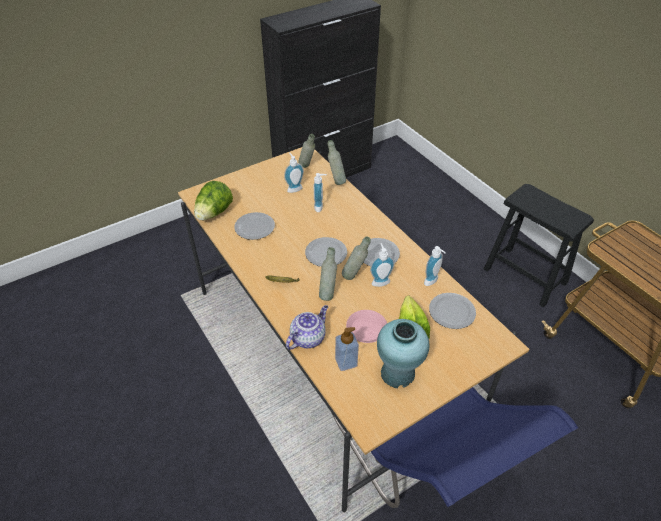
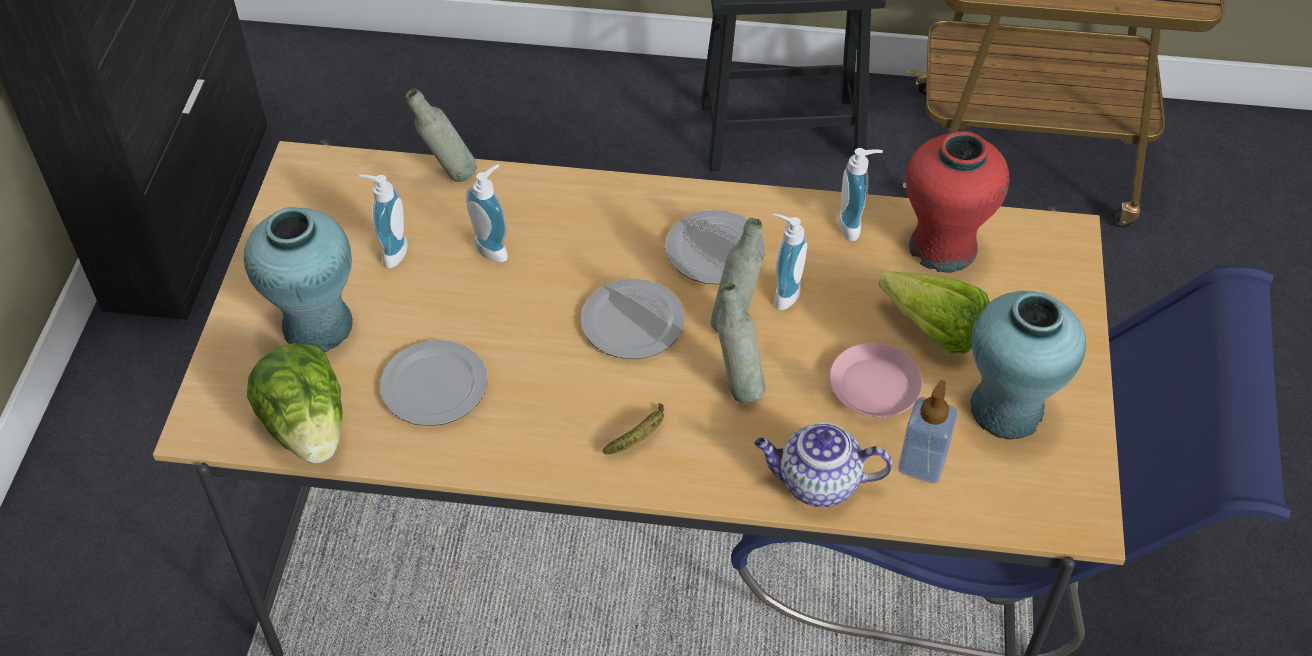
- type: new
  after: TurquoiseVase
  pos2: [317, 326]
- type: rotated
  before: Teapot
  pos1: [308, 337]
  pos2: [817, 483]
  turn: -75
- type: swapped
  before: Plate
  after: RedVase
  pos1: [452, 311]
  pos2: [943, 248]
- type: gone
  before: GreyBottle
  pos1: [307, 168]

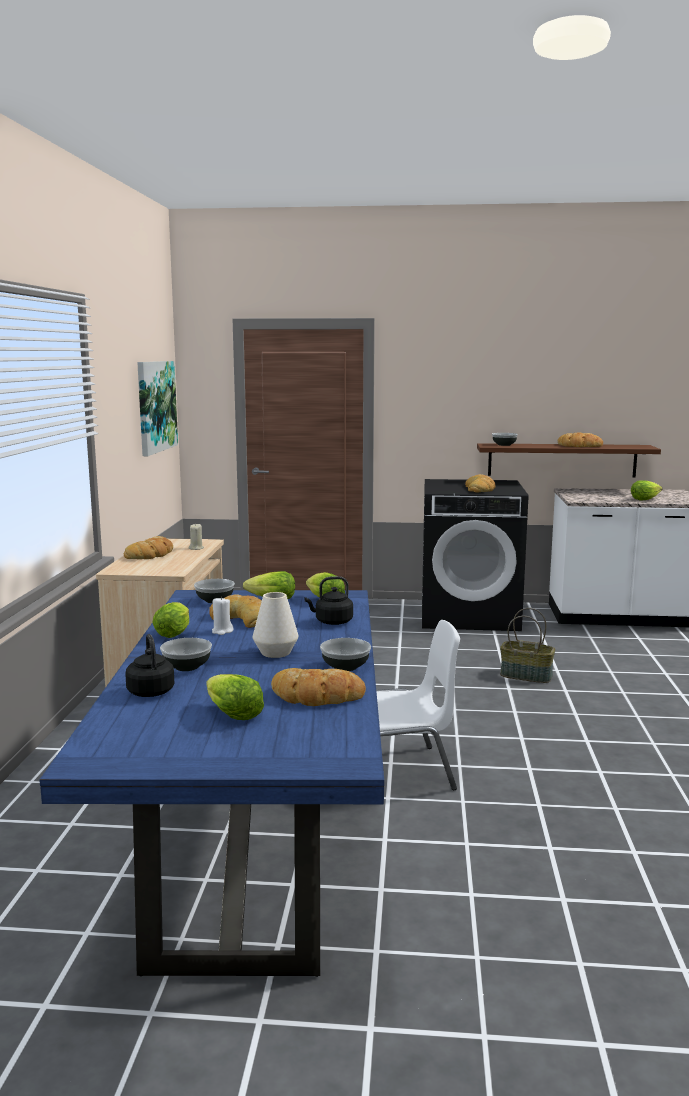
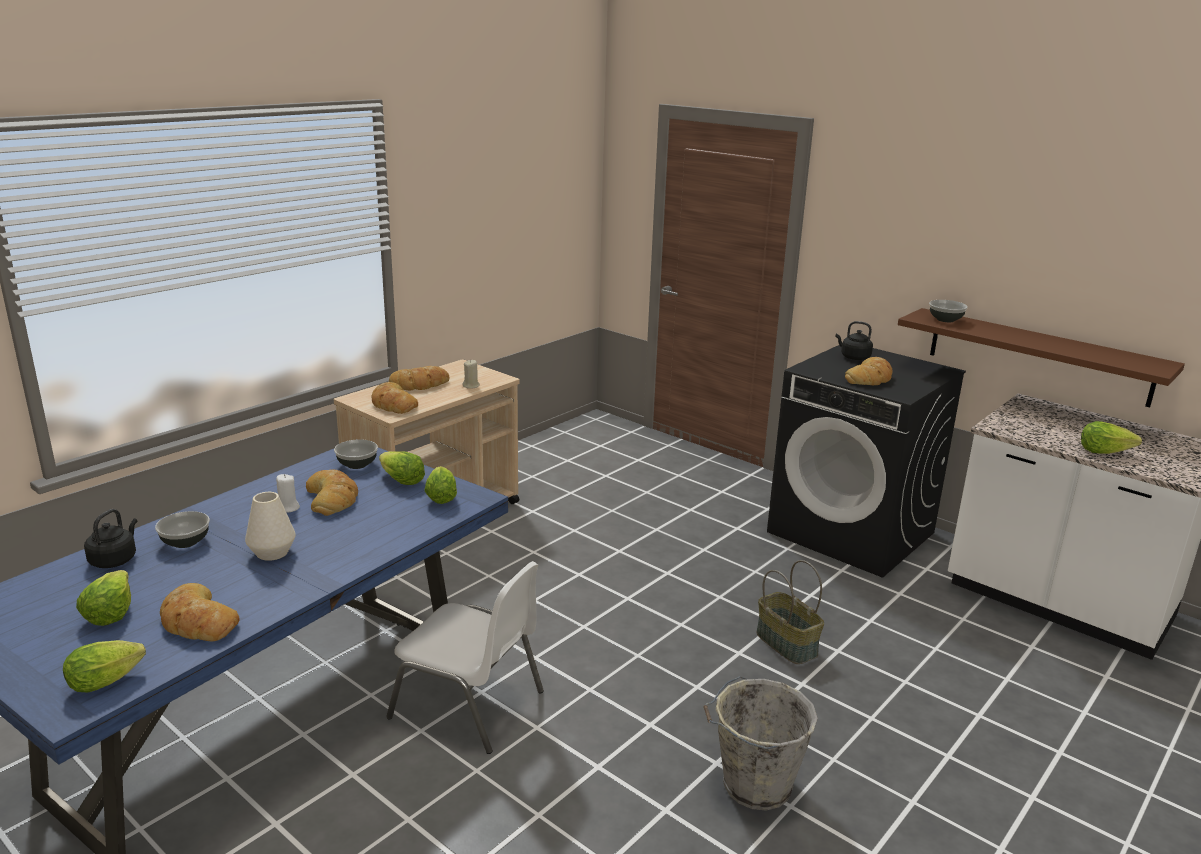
- type: shifted
  before: Lettuce
  pos1: [175, 633]
  pos2: [109, 680]
- type: shifted
  before: Bread
  pos1: [579, 446]
  pos2: [393, 404]
- type: new
  after: GreyBucket
  pos2: [753, 785]
- type: shifted
  before: BlackKettle
  pos1: [331, 622]
  pos2: [853, 357]
- type: gone
  before: Picture
  pos1: [155, 406]
- type: gone
  before: Bowl
  pos1: [345, 667]

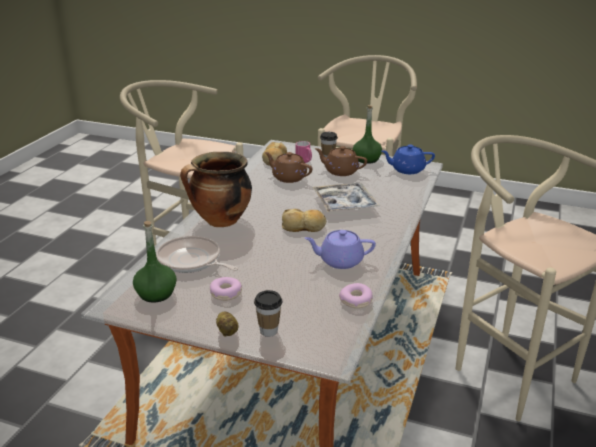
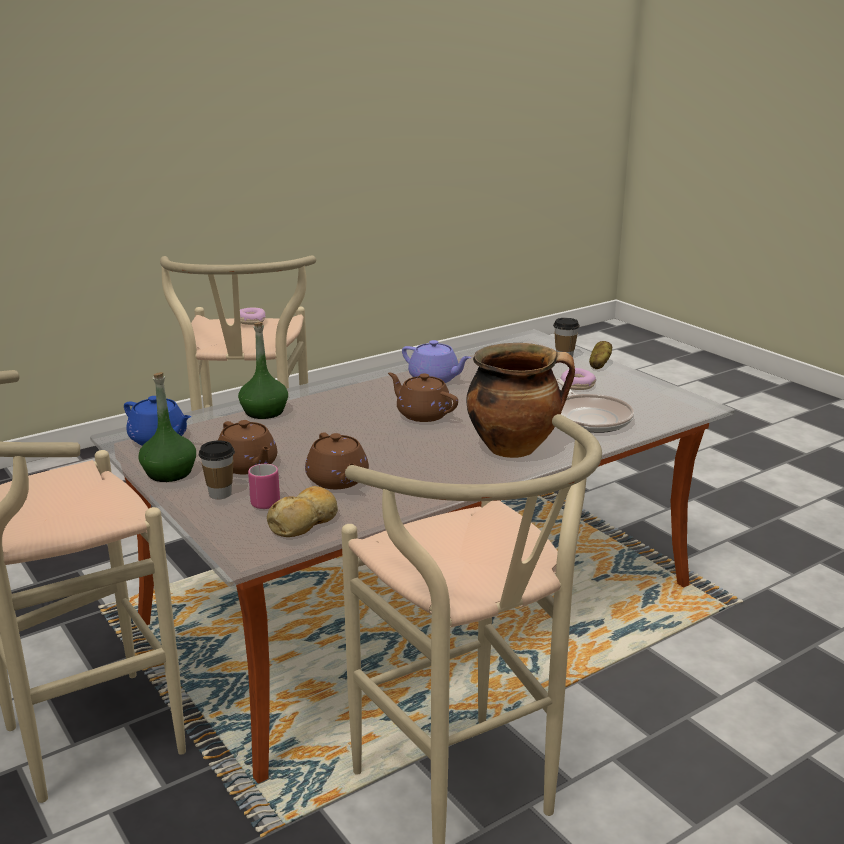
- type: shifted
  before: GreenBottle
  pos1: [156, 293]
  pos2: [264, 412]
- type: shifted
  before: Donut
  pos1: [356, 301]
  pos2: [250, 321]
- type: swapped
  before: Bread
  after: BrownTeapot
  pos1: [304, 227]
  pos2: [422, 414]
- type: gone
  before: Tray
  pos1: [345, 204]

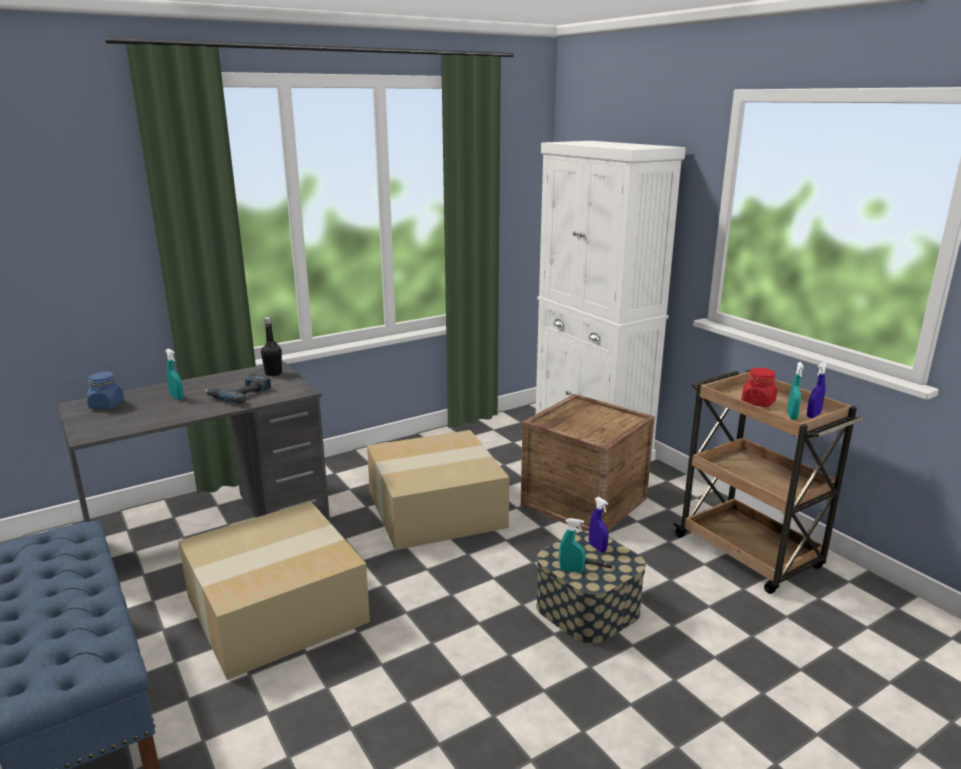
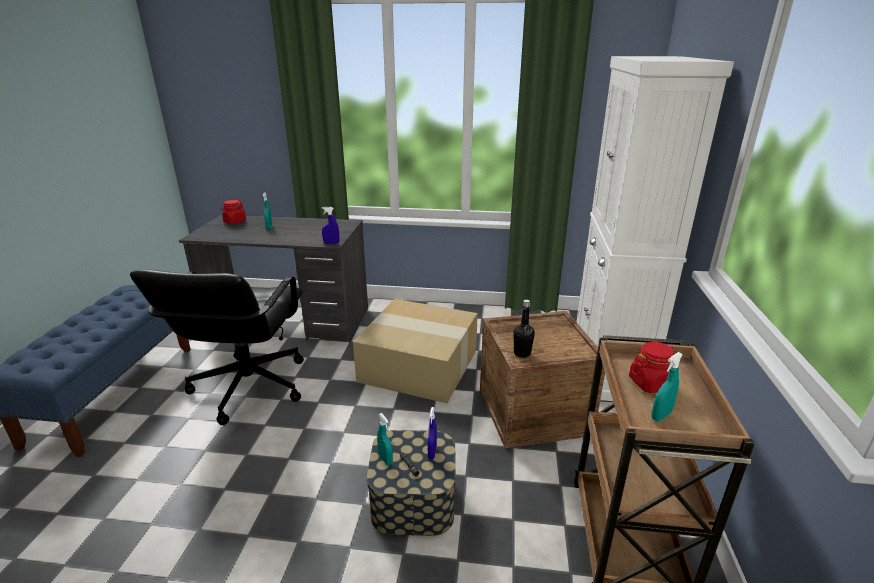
- type: swapped
  before: CardboardBox
  after: BlackOfficeChair
  pos1: [275, 611]
  pos2: [248, 387]
- type: repainted
  before: BlueJar
  after: RedJar
  pos1: [106, 405]
  pos2: [235, 222]
- type: shifted
  before: BlueSprayBottle
  pos1: [813, 415]
  pos2: [331, 243]
- type: shifted
  before: BlackBottle
  pos1: [273, 373]
  pos2: [522, 353]
- type: gone
  before: PowerDrill
  pos1: [240, 394]

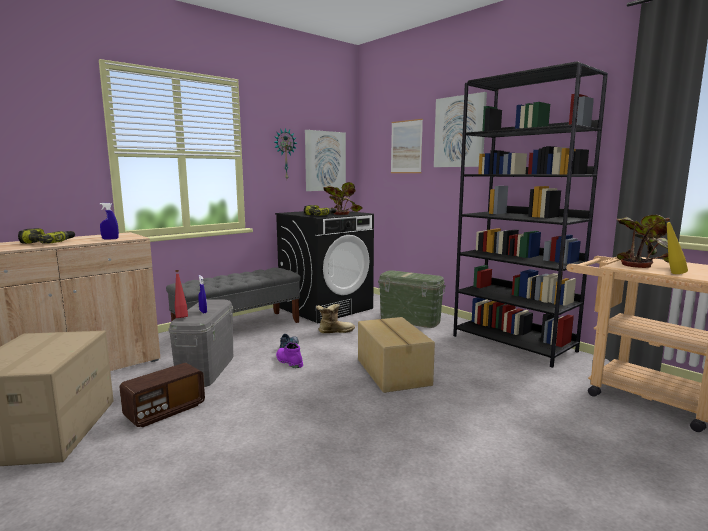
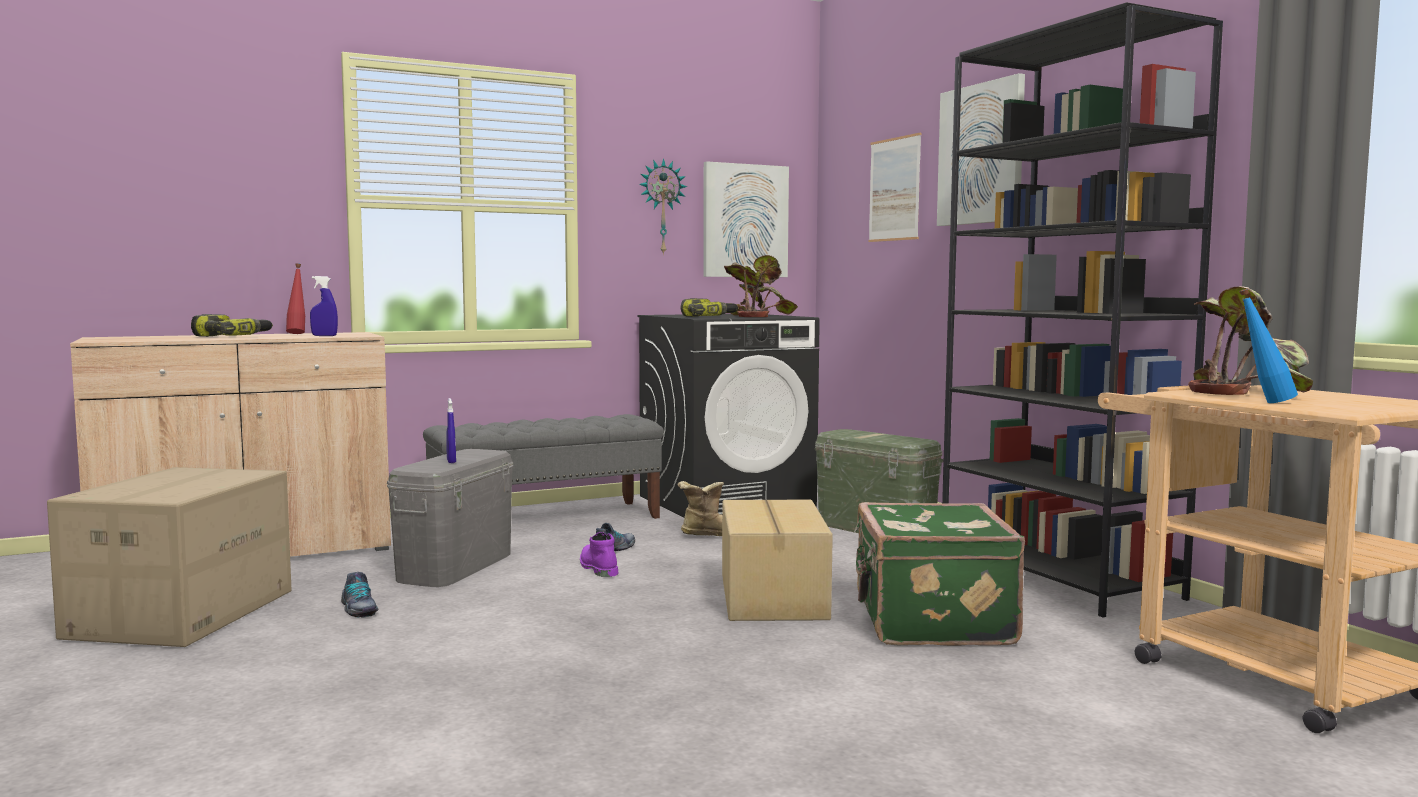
- type: shifted
  before: RedBottle
  pos1: [181, 317]
  pos2: [297, 334]
- type: swapped
  before: Radio
  after: Shoe
  pos1: [165, 411]
  pos2: [358, 609]
- type: new
  after: GreenSuitcase
  pos2: [930, 621]
- type: repainted
  before: YellowBottle
  after: BlueBottle
  pos1: [671, 273]
  pos2: [1264, 403]

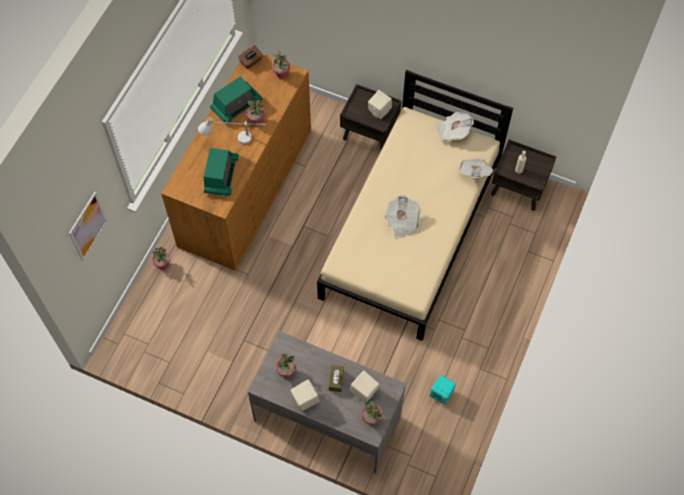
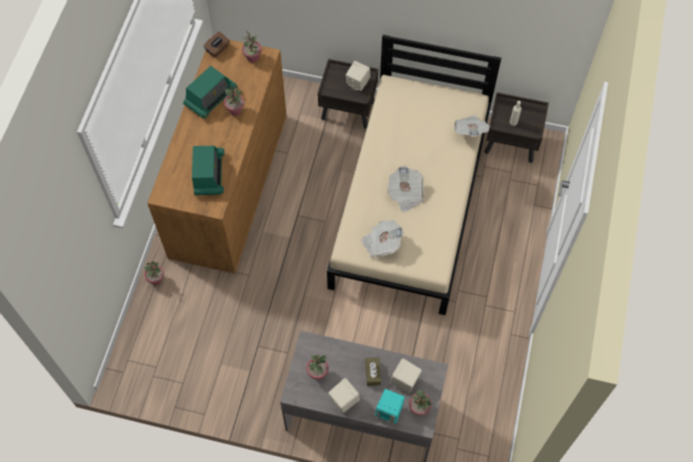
- type: shifted
  before: Newspaper
  pos1: [452, 131]
  pos2: [381, 243]
- type: shifted
  before: TurquoiseSpeaker
  pos1: [441, 394]
  pos2: [389, 411]
- type: gone
  before: Picture
  pos1: [88, 226]
- type: gone
  before: WhiteTableLamp
  pos1: [234, 140]

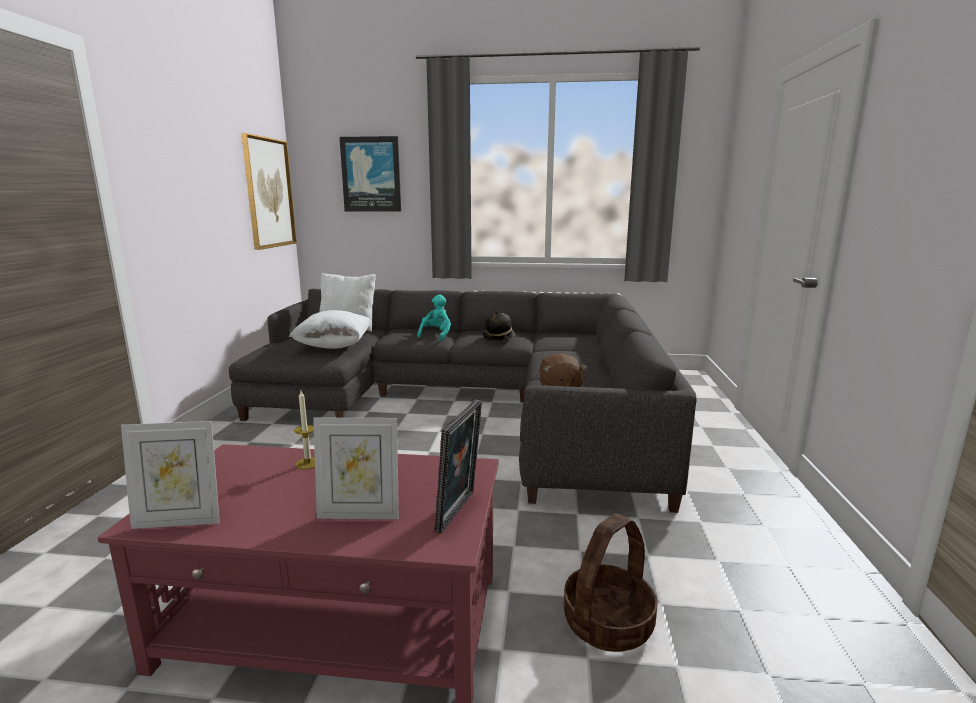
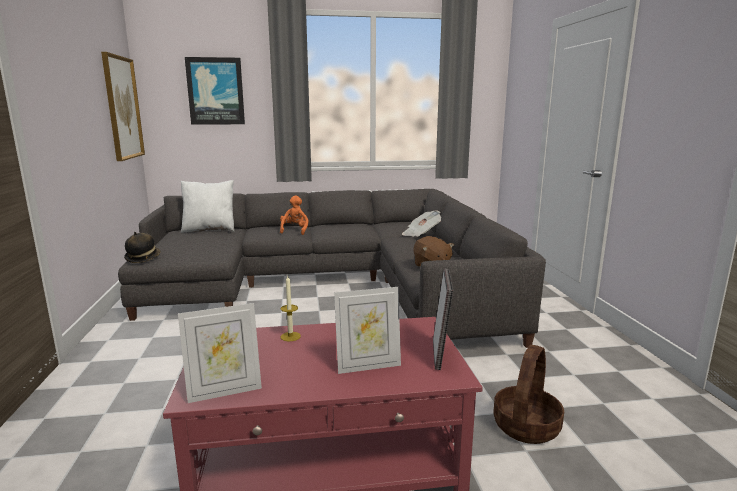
- type: shifted
  before: Hat
  pos1: [499, 338]
  pos2: [143, 258]
- type: repainted
  before: TurquoisePlushToy
  after: OrangePlushToy
  pos1: [436, 335]
  pos2: [294, 231]
- type: new
  after: Newspaper
  pos2: [421, 234]
- type: gone
  before: WhitePillow
  pos1: [334, 346]

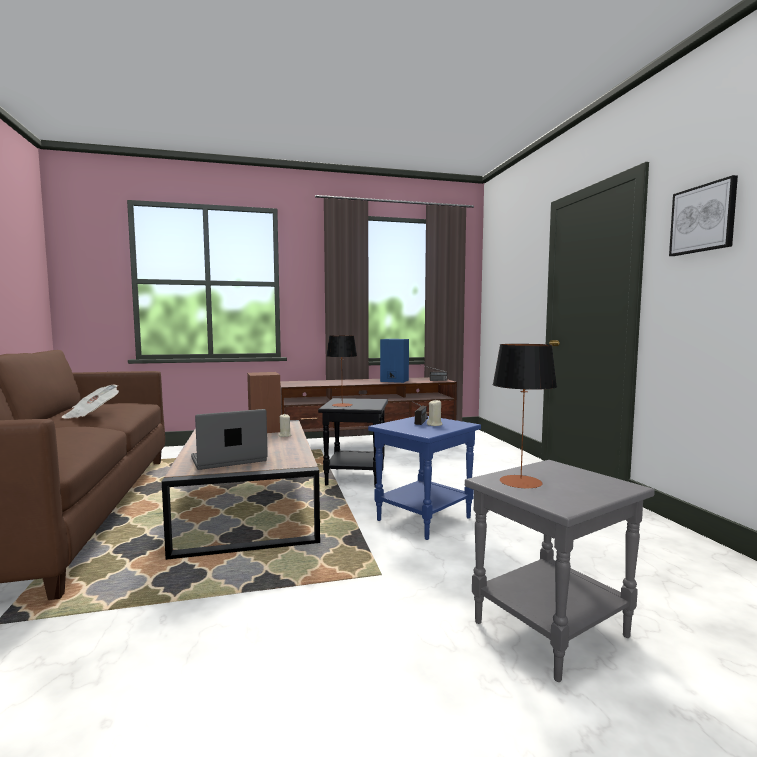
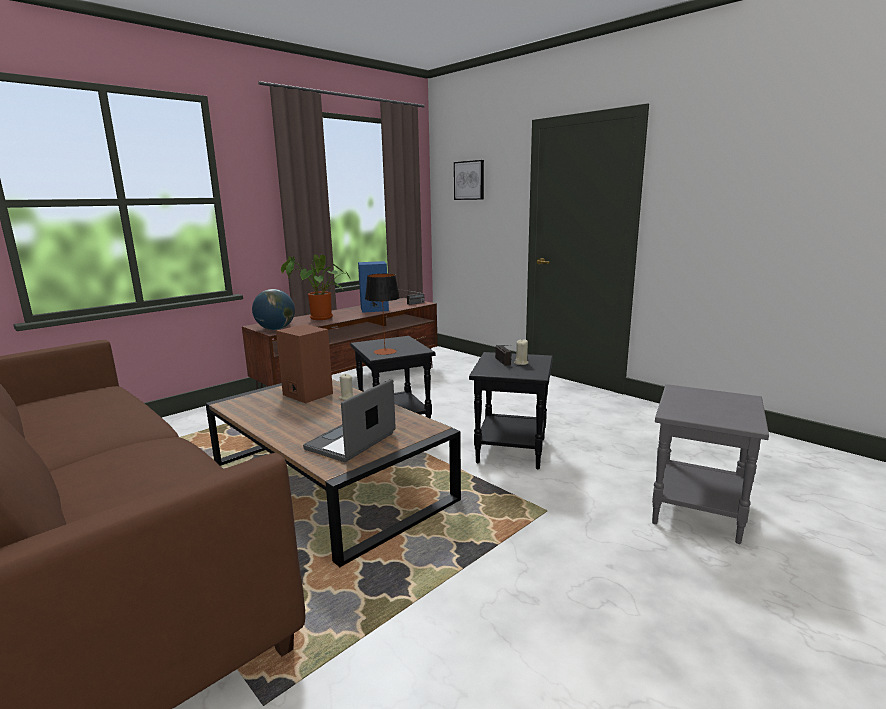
- type: new
  after: Globe
  pos2: [275, 329]
- type: new
  after: PottedPlant
  pos2: [318, 318]
- type: shifted
  before: Picture
  pos1: [703, 218]
  pos2: [469, 180]
- type: repainted
  before: BlueSideTable
  after: BlackSideTable
  pos1: [423, 518]
  pos2: [510, 450]
- type: gone
  before: Newspaper
  pos1: [92, 415]
- type: gone
  before: TableLamp
  pos1: [520, 482]

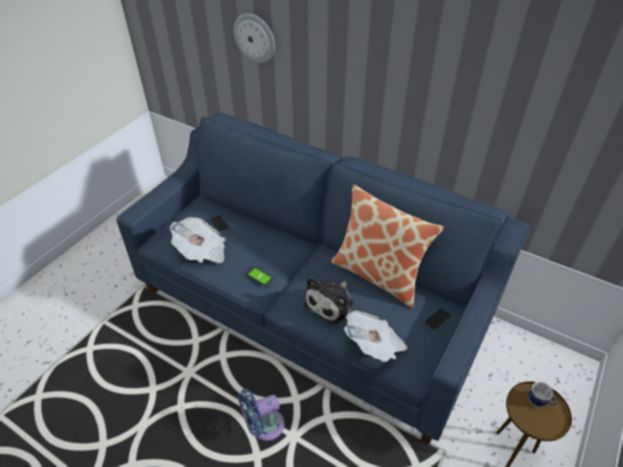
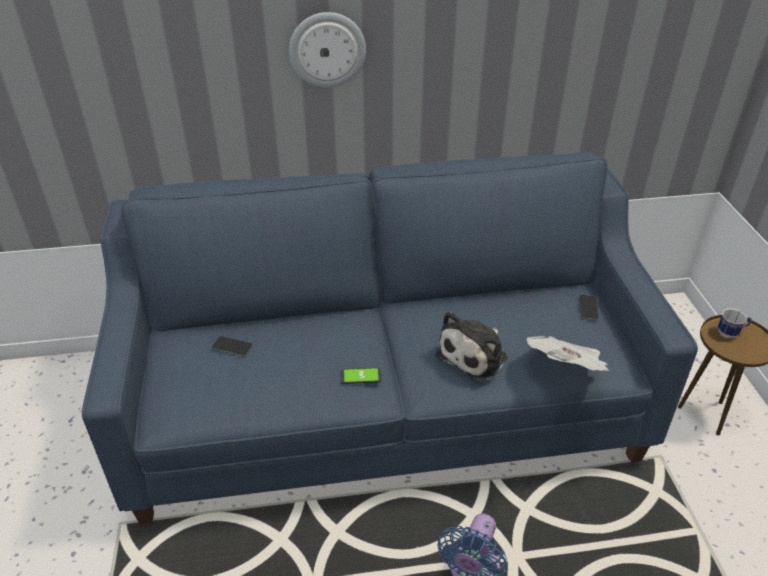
- type: shifted
  before: WallClock
  pos1: [255, 38]
  pos2: [327, 49]
- type: rotated
  before: PlushToy
  pos1: [331, 303]
  pos2: [475, 355]
  turn: 45
- type: gone
  before: Newspaper
  pos1: [202, 251]
- type: gone
  before: Pillow
  pos1: [378, 274]

